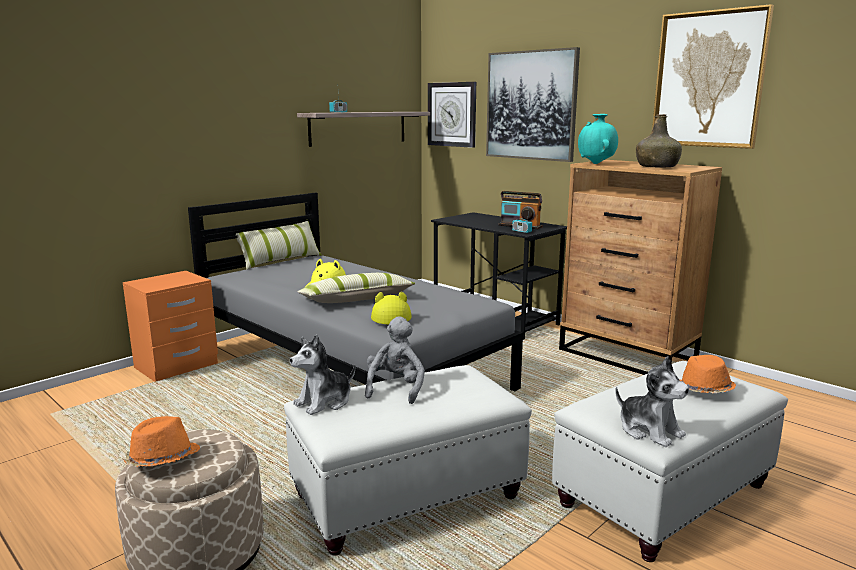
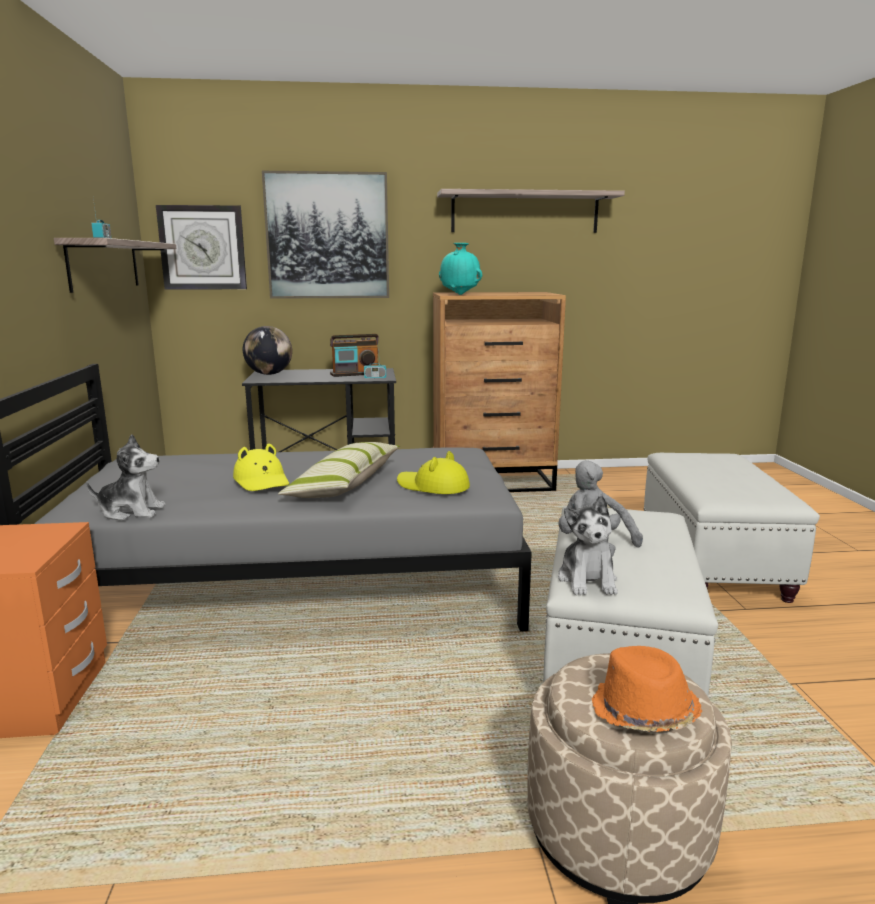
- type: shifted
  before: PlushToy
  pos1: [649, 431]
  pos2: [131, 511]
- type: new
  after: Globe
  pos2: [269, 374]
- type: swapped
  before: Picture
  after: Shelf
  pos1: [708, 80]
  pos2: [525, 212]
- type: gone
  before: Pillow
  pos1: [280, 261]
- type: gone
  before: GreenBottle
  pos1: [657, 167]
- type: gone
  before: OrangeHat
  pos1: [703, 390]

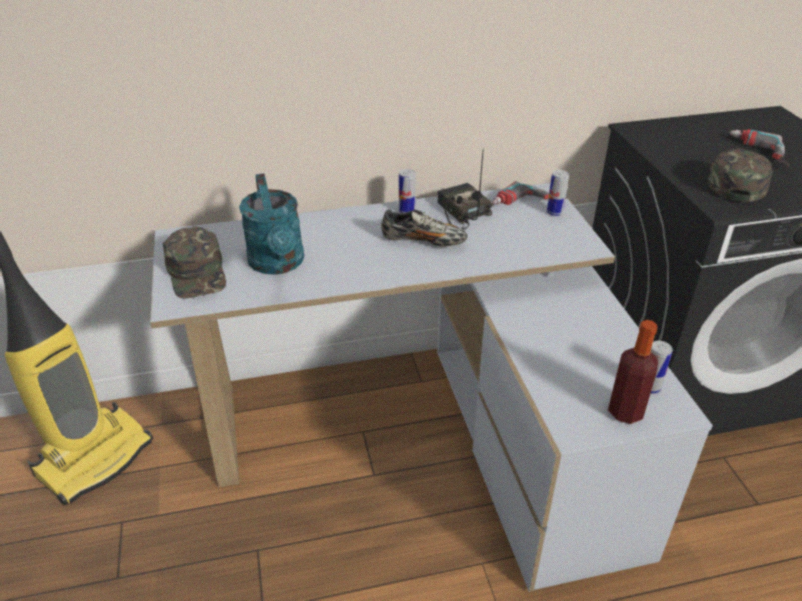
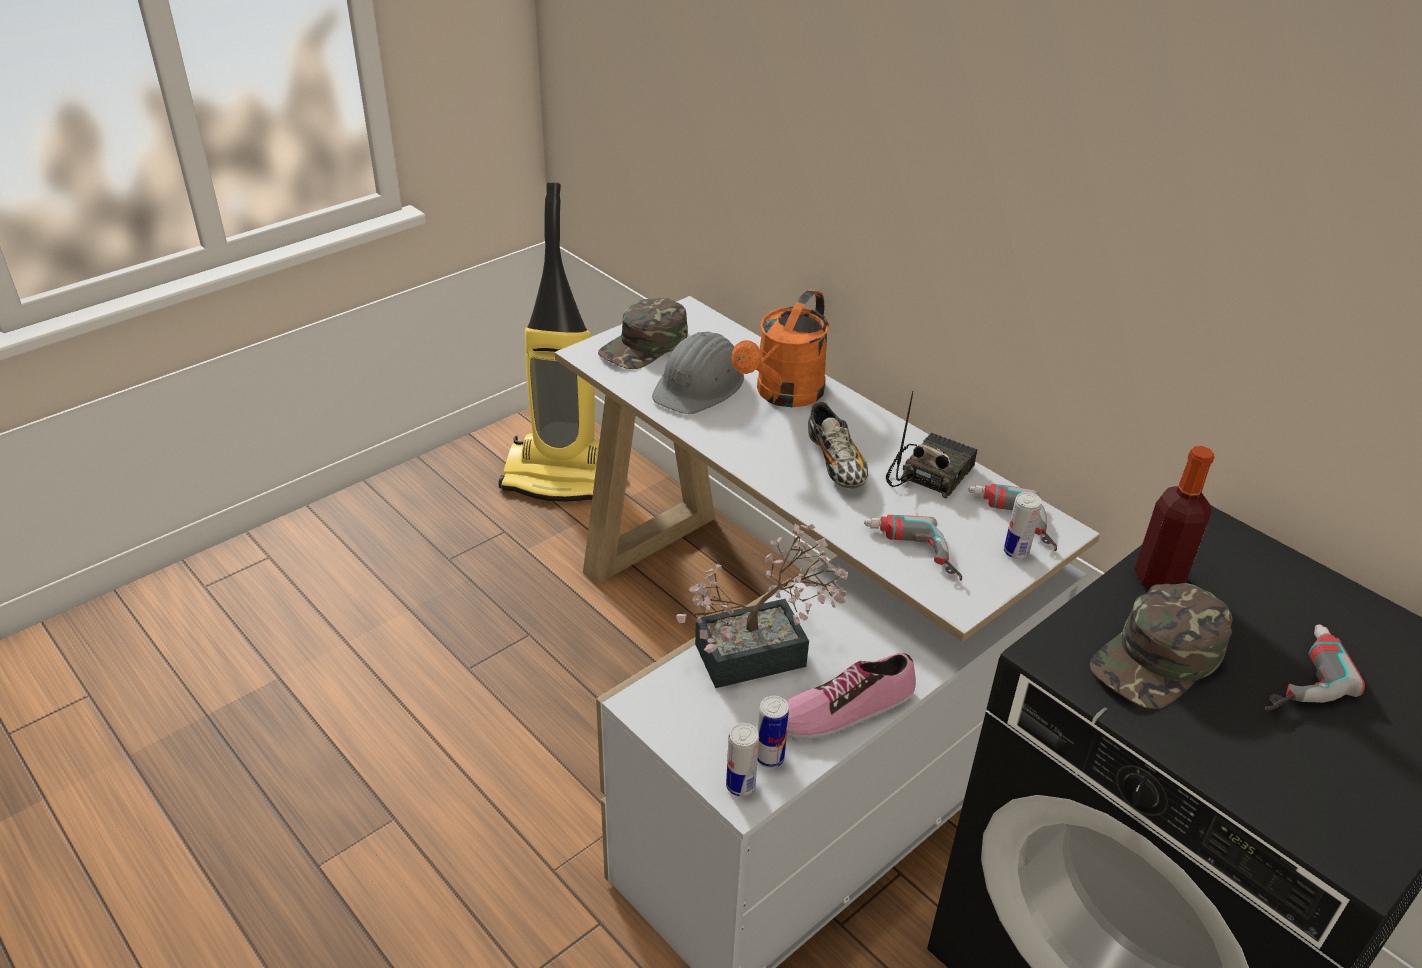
- type: swapped
  before: TurquoiseWateringCan
  after: GreyHardHat
  pos1: [278, 264]
  pos2: [700, 385]
- type: new
  after: PottedPlant
  pos2: [763, 653]
- type: shifted
  before: Can
  pos1: [407, 211]
  pos2: [740, 785]
- type: new
  after: OrangeWateringCan
  pos2: [783, 395]
- type: new
  after: Shoe
  pos2: [843, 708]
- type: new
  after: PowerDrill
  pos2: [910, 554]
- type: rotated
  before: GreenCap
  pos1: [735, 180]
  pos2: [1159, 659]
  turn: 150
- type: shifted
  before: Bottle
  pos1: [625, 412]
  pos2: [1159, 578]

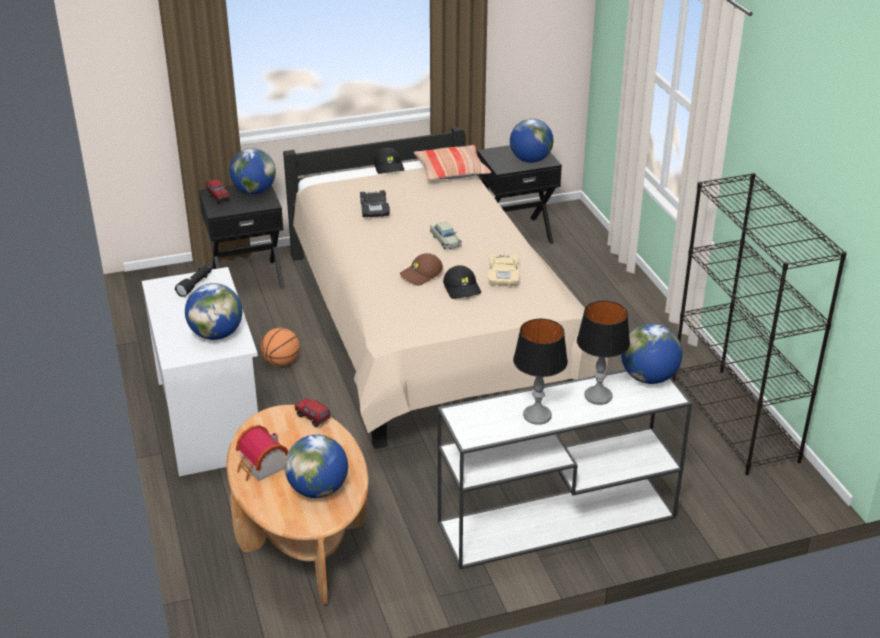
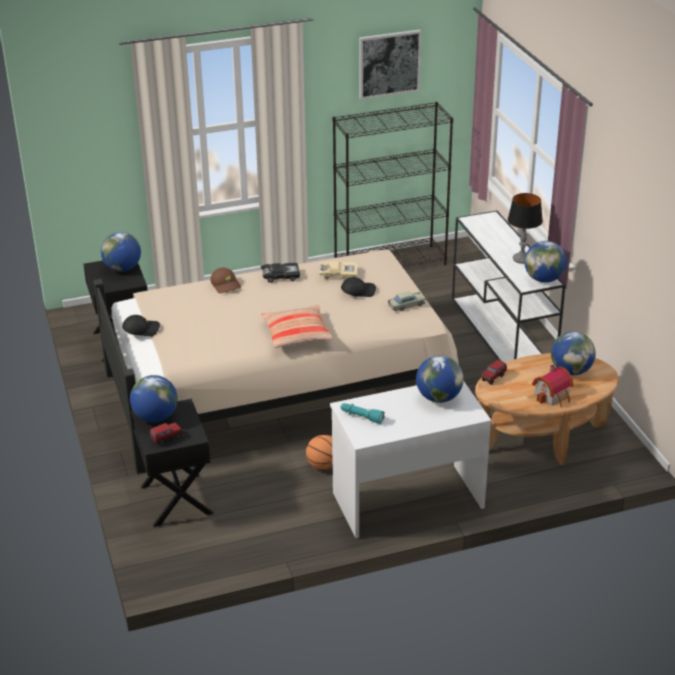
- type: shifted
  before: BrownCap
  pos1: [421, 275]
  pos2: [226, 285]
- type: shifted
  before: BlackToyCar
  pos1: [374, 209]
  pos2: [280, 276]
- type: shifted
  before: Pillow
  pos1: [451, 171]
  pos2: [297, 334]
- type: repainted
  before: BlackFlashlight
  after: TurquoiseFlashlight
  pos1: [196, 284]
  pos2: [361, 417]
- type: new
  after: Picture
  pos2: [389, 63]
- type: shifted
  before: BeigeToyCar
  pos1: [445, 240]
  pos2: [406, 305]
- type: shifted
  before: Globe
  pos1: [648, 377]
  pos2: [543, 279]
- type: gone
  before: TableLamp
  pos1: [598, 396]

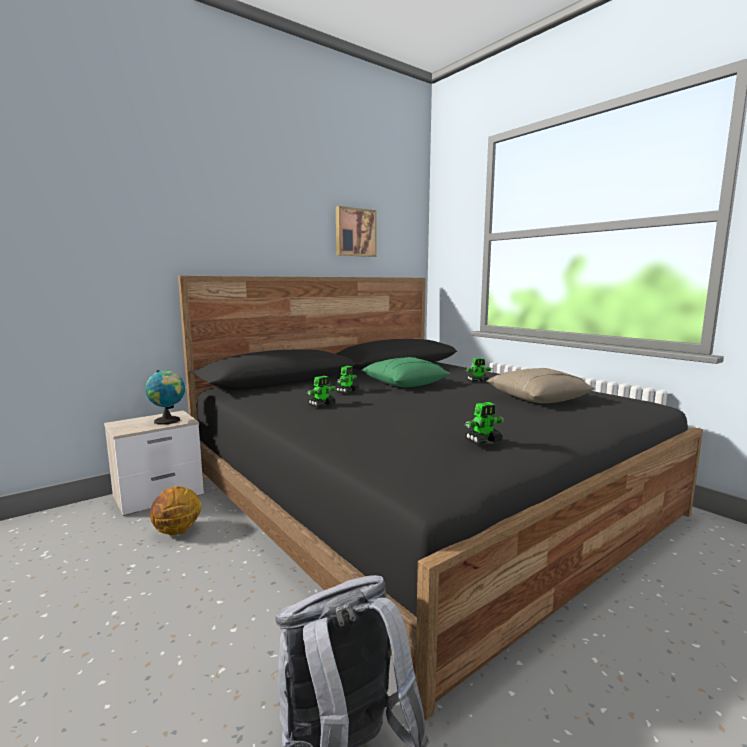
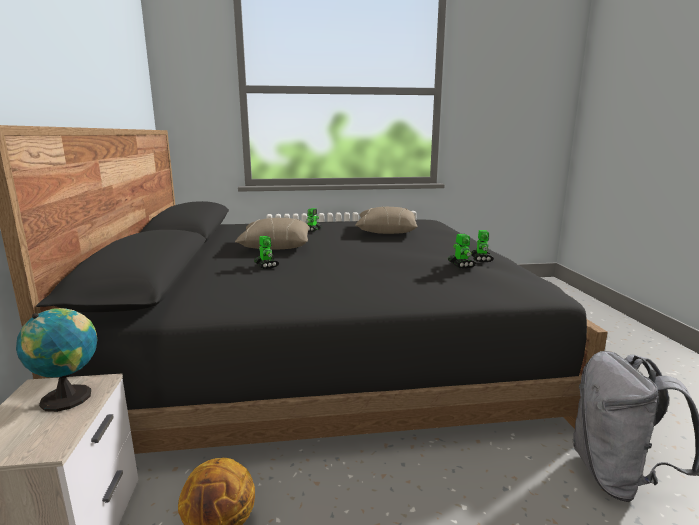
- type: repainted
  before: GreenPillow
  after: BeigePillow
  pos1: [404, 384]
  pos2: [275, 246]
- type: shifted
  before: ToyRobot
  pos1: [322, 405]
  pos2: [461, 265]
- type: gone
  before: Picture
  pos1: [355, 232]

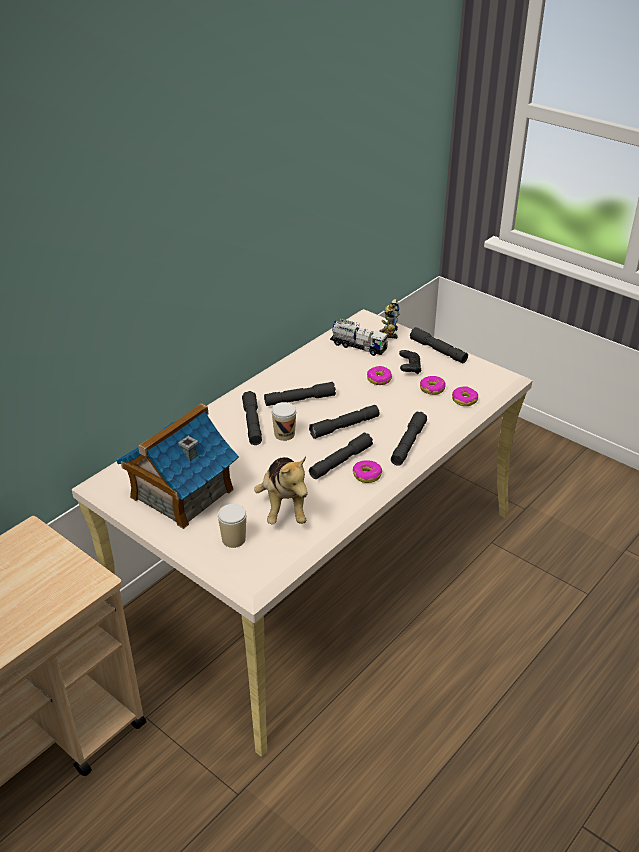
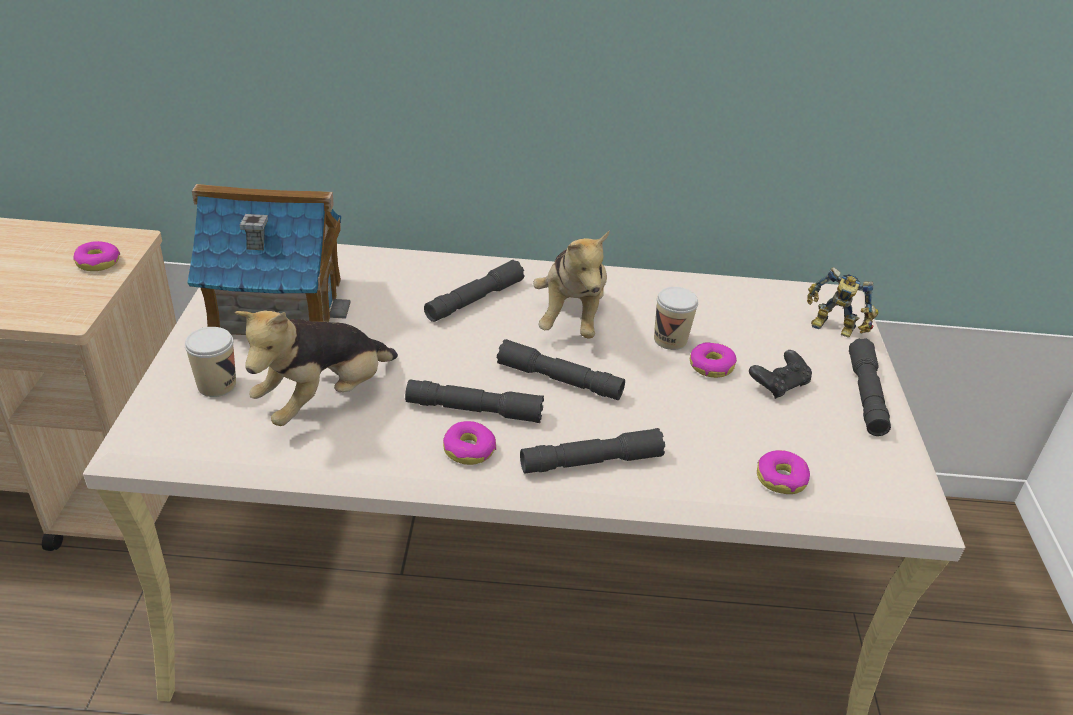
- type: shifted
  before: Donut
  pos1: [432, 389]
  pos2: [98, 262]
- type: swapped
  before: GreyFlashlight
  after: PlushToy
  pos1: [300, 400]
  pos2: [571, 316]
- type: shifted
  before: Cup
  pos1: [284, 434]
  pos2: [670, 340]
- type: rotated
  before: ToyRobot
  pos1: [388, 333]
  pos2: [833, 329]
  turn: -120
- type: gone
  before: ToyTruck
  pos1: [358, 347]

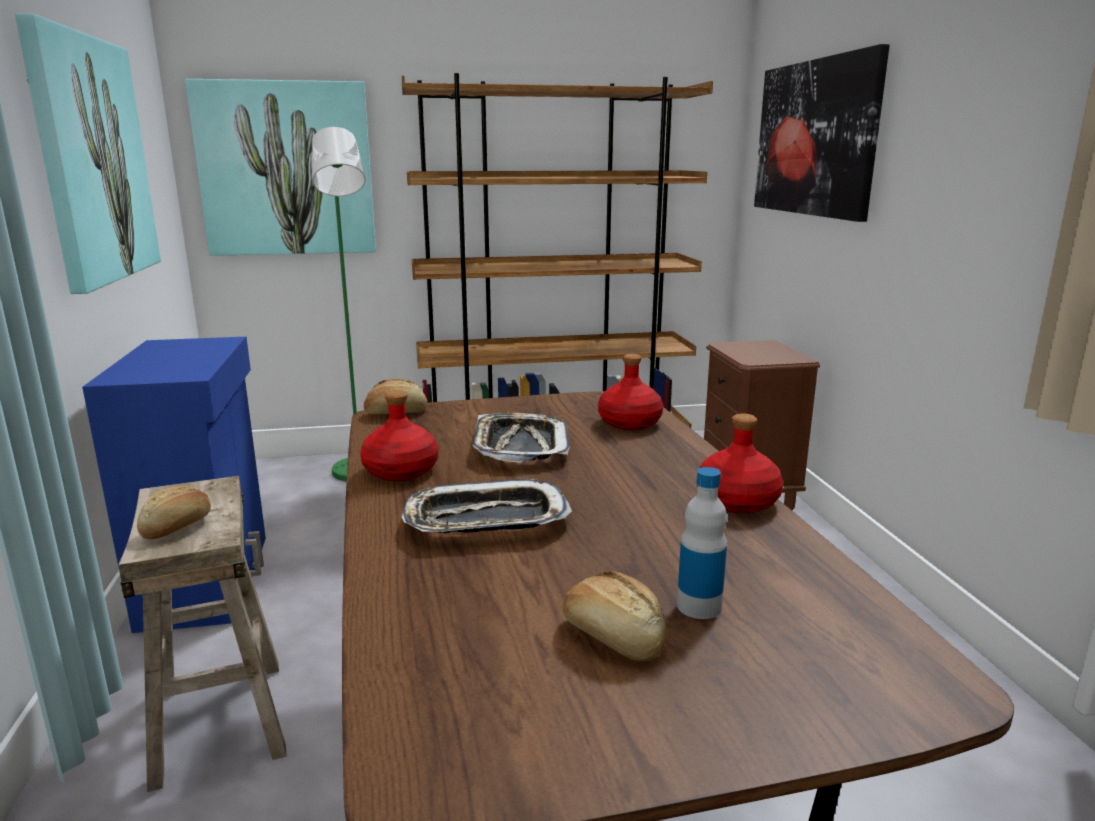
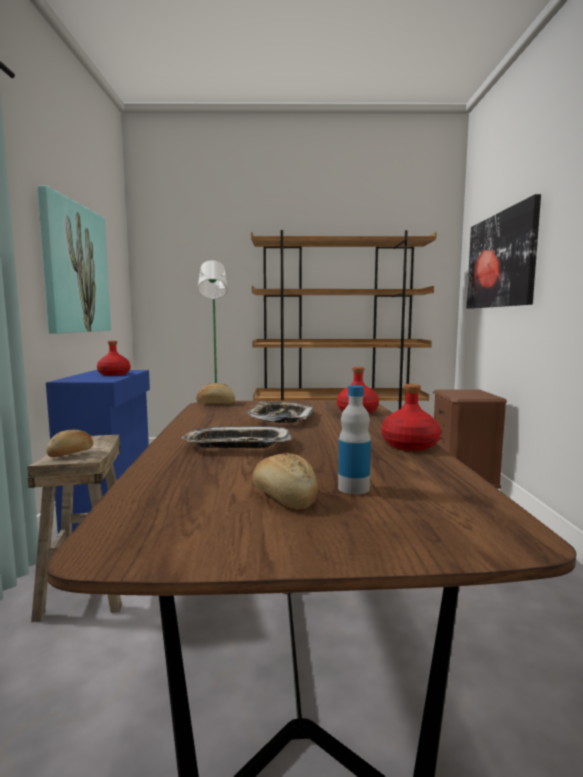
- type: shifted
  before: RedBottle
  pos1: [401, 470]
  pos2: [114, 374]
- type: gone
  before: Picture
  pos1: [286, 169]

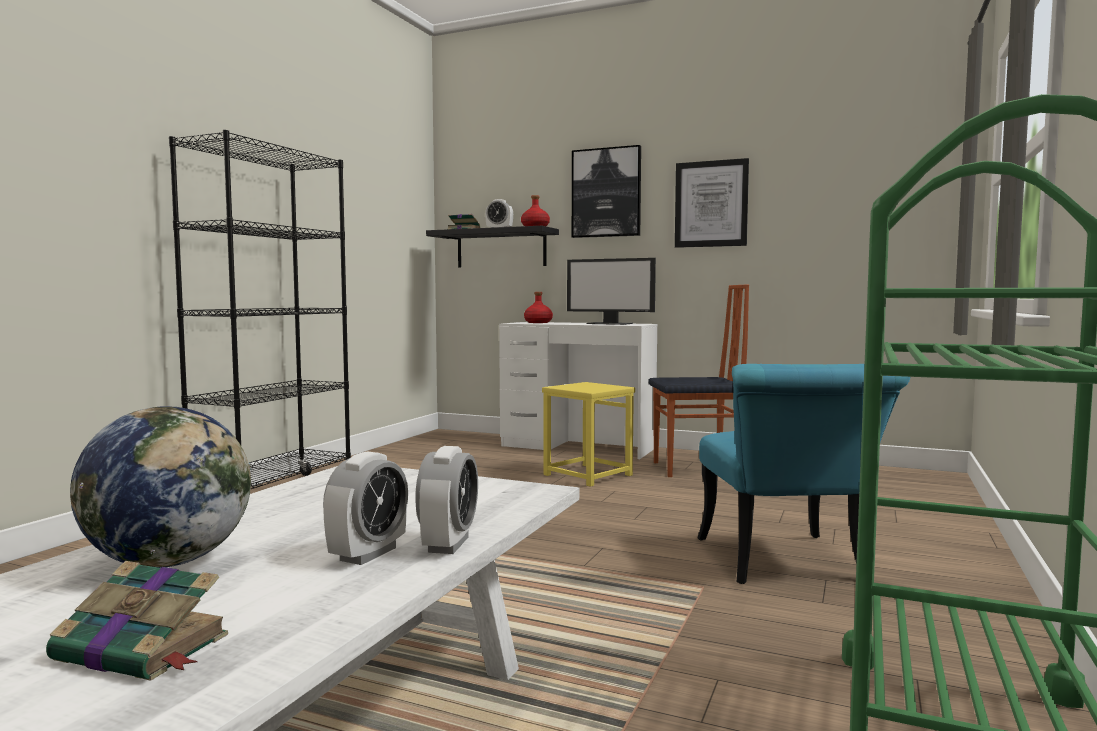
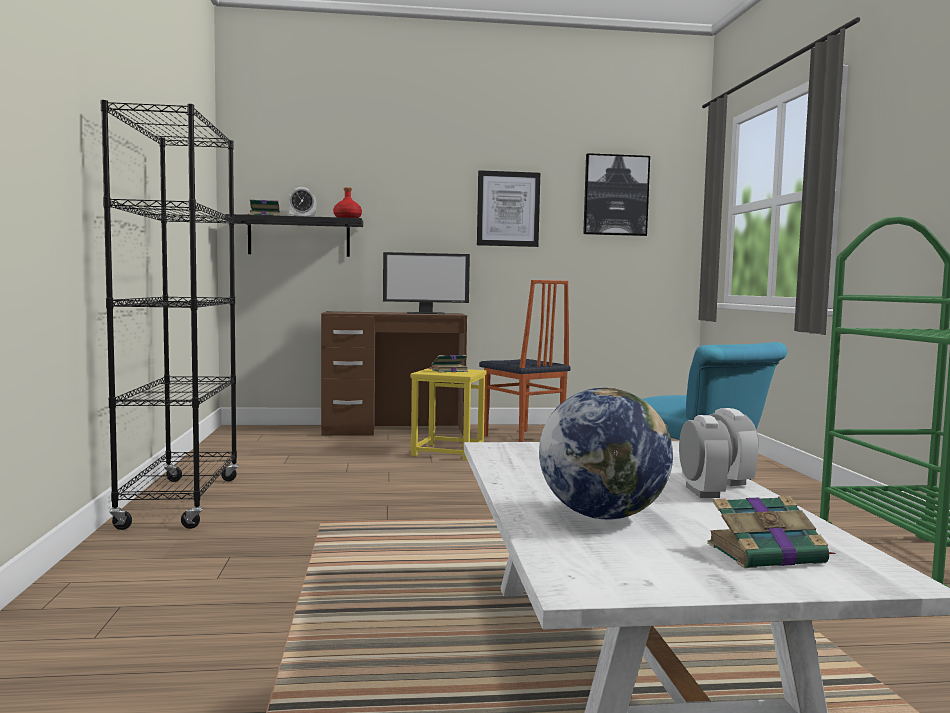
- type: repainted
  before: WhiteDesk
  after: BrownDesk
  pos1: [578, 447]
  pos2: [394, 430]
- type: new
  after: Book
  pos2: [448, 371]
- type: rotated
  before: Chair
  pos1: [697, 469]
  pos2: [522, 439]
  turn: 90
- type: shifted
  before: Picture
  pos1: [606, 193]
  pos2: [615, 195]
- type: gone
  before: RedBottle
  pos1: [538, 322]

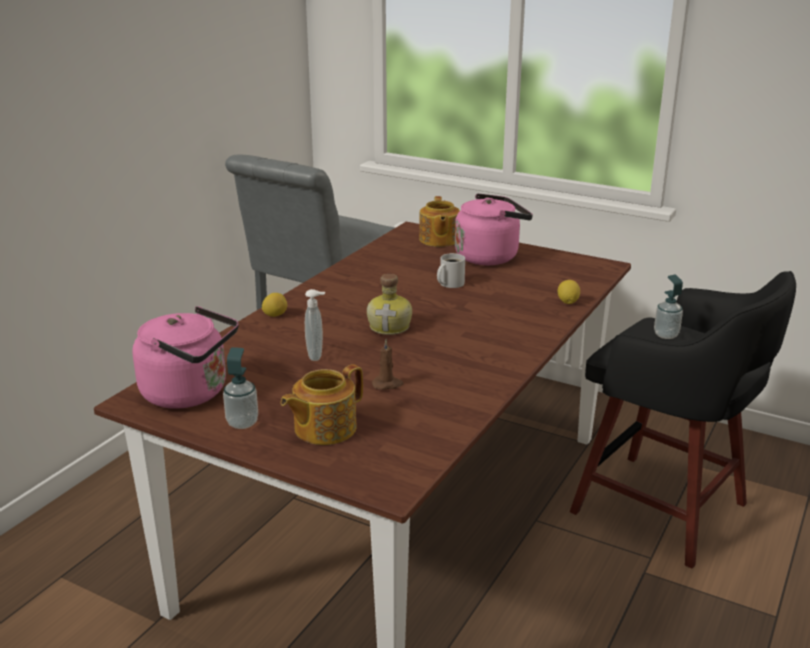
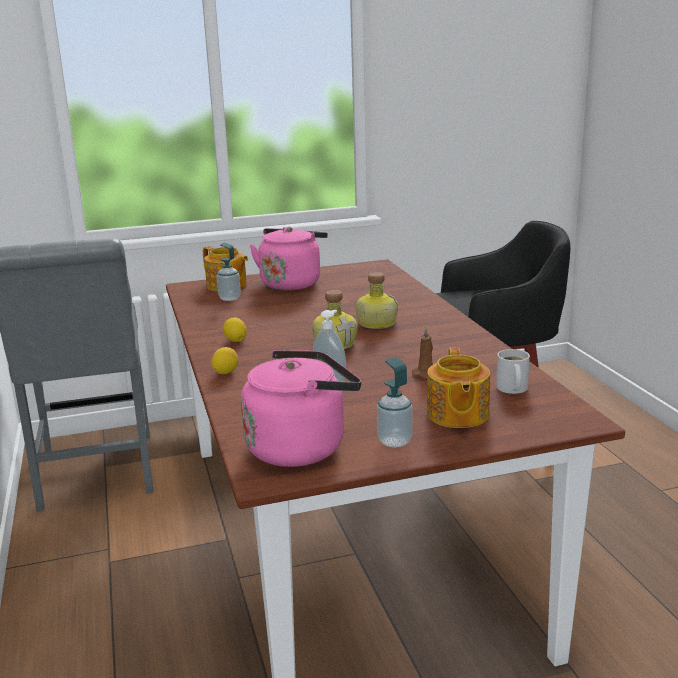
- type: shifted
  before: SoapDispenser
  pos1: [666, 335]
  pos2: [229, 298]
- type: shifted
  before: Lemon
  pos1: [568, 302]
  pos2: [235, 341]
- type: new
  after: Bottle
  pos2: [375, 323]
- type: shifted
  before: WhiteMug
  pos1: [449, 283]
  pos2: [511, 388]

